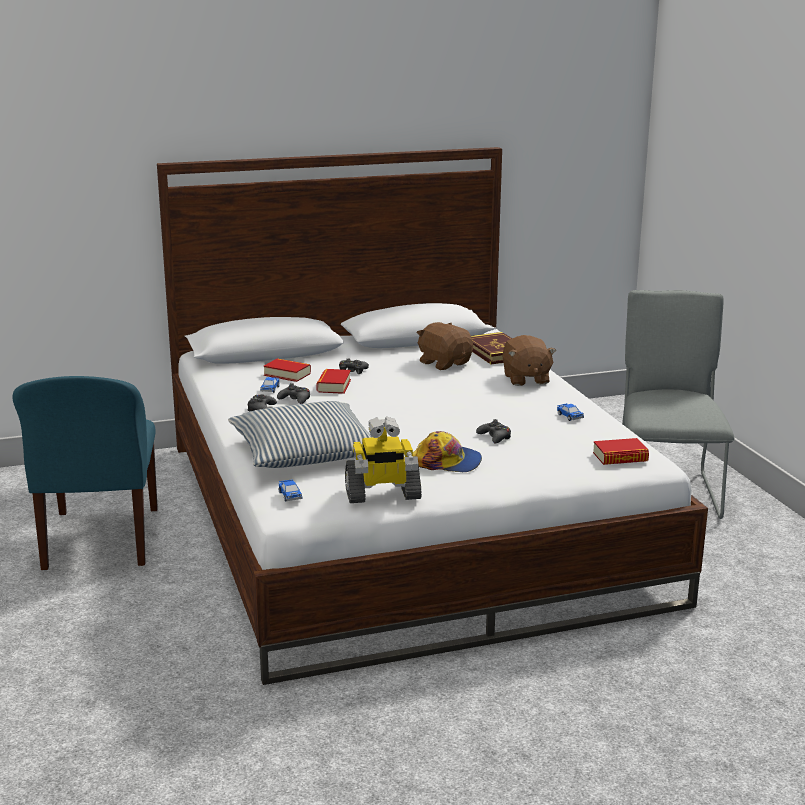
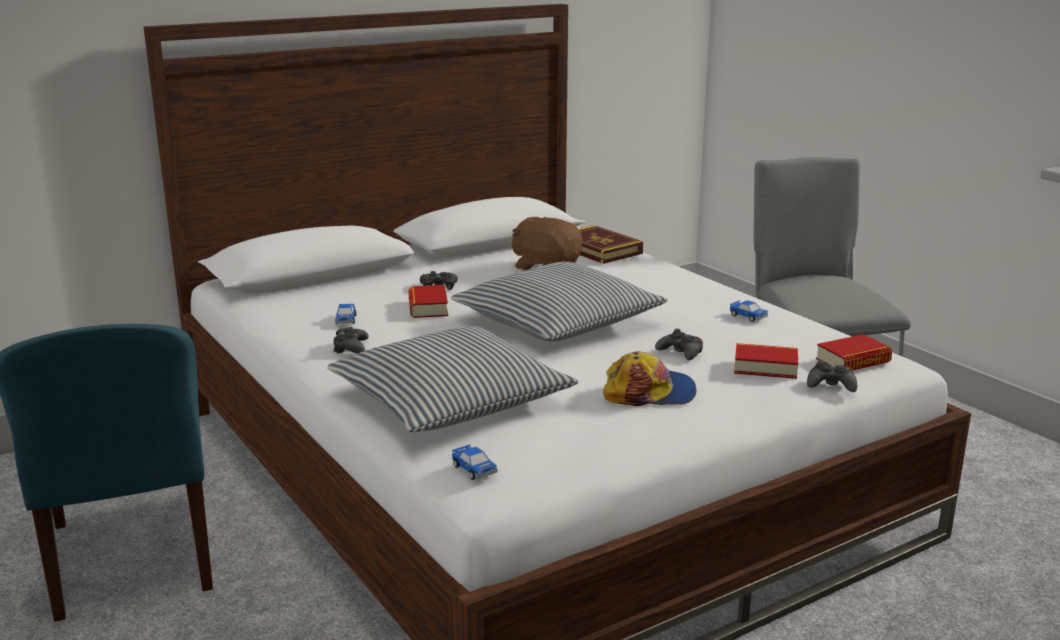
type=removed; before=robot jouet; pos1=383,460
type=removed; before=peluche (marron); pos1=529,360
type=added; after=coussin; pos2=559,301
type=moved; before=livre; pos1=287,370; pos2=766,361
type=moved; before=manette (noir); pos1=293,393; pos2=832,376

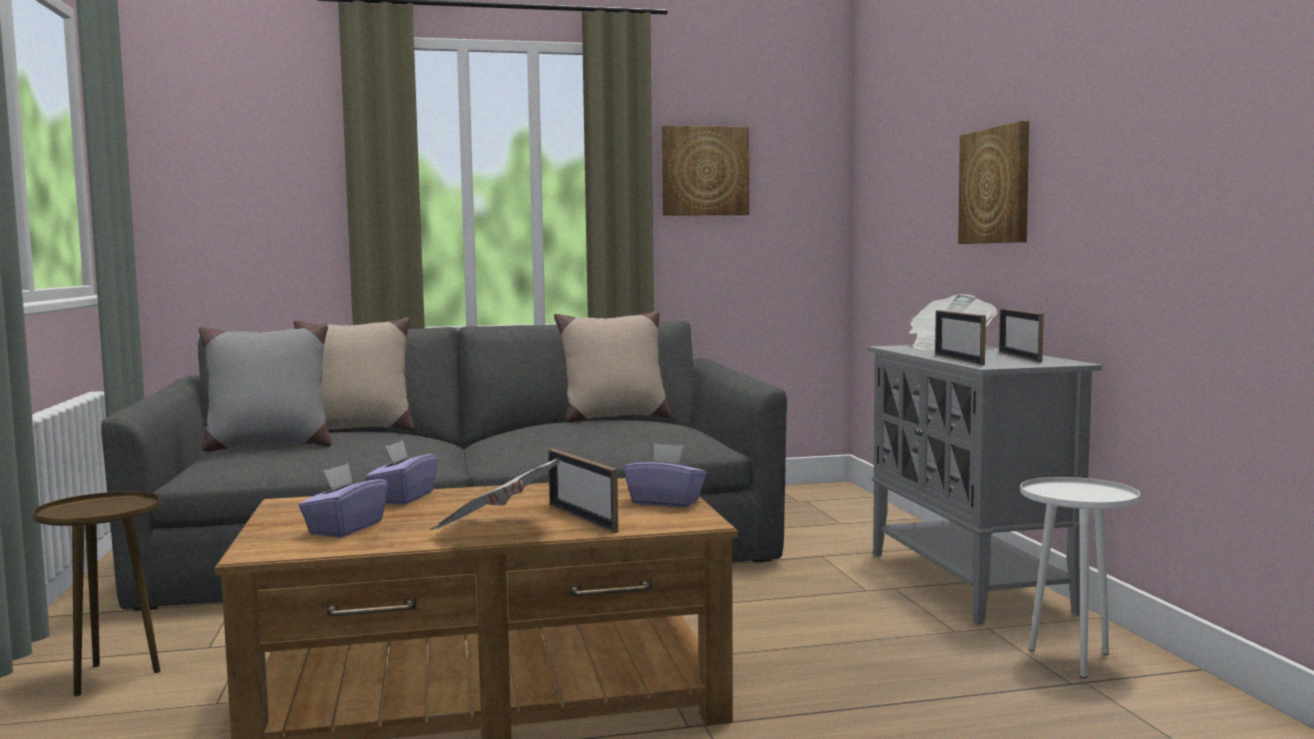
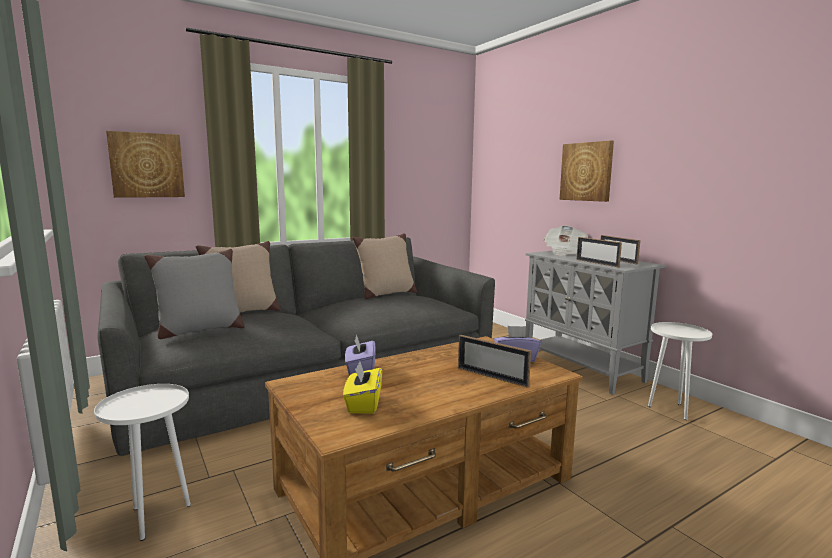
type=removed; before=journal; pos1=495,494
type=moved; before=tableau; pos1=705,171; pos2=145,164
type=recoloured; before=table d'appoint (marron); after=table d'appoint (blanc); pos1=97,593; pos2=142,462
type=recoloured; before=boîte à mouchoirs (violet); after=boîte à mouchoirs (jaune); pos1=343,500; pos2=362,388

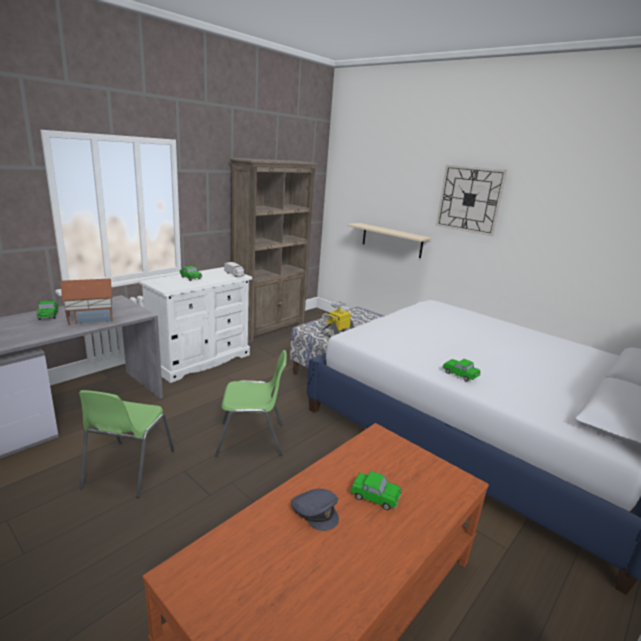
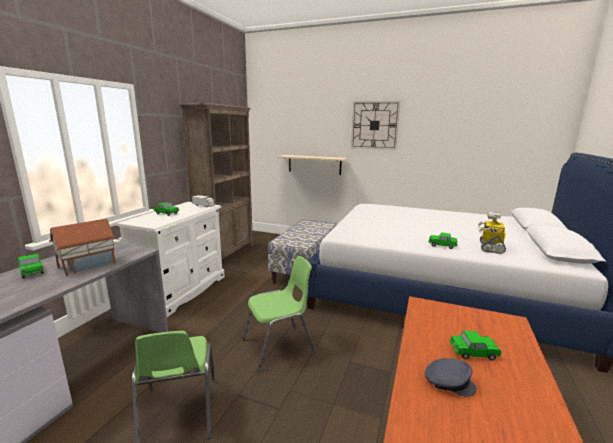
type=moved; before=robot jouet; pos1=338,319; pos2=492,232

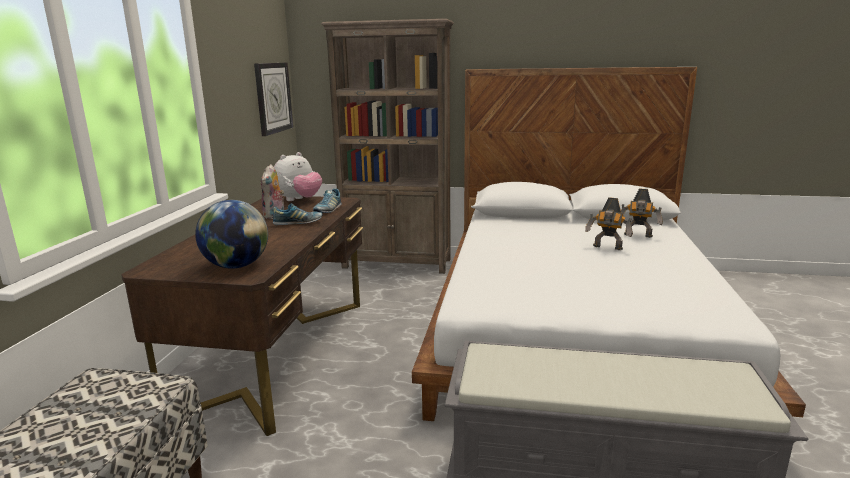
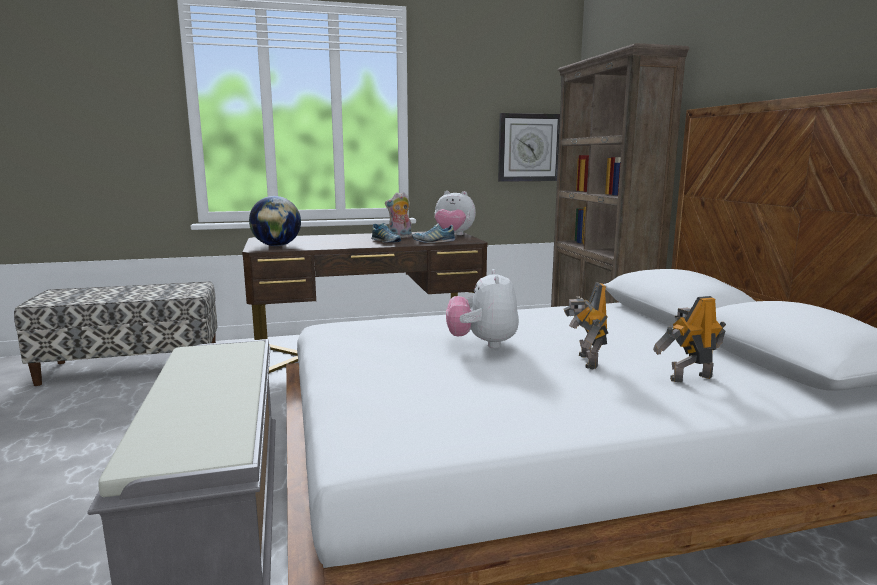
type=added; after=peluche; pos2=482,308
type=turned; before=robot jouet; pos1=642,213; pos2=689,339; turn=75

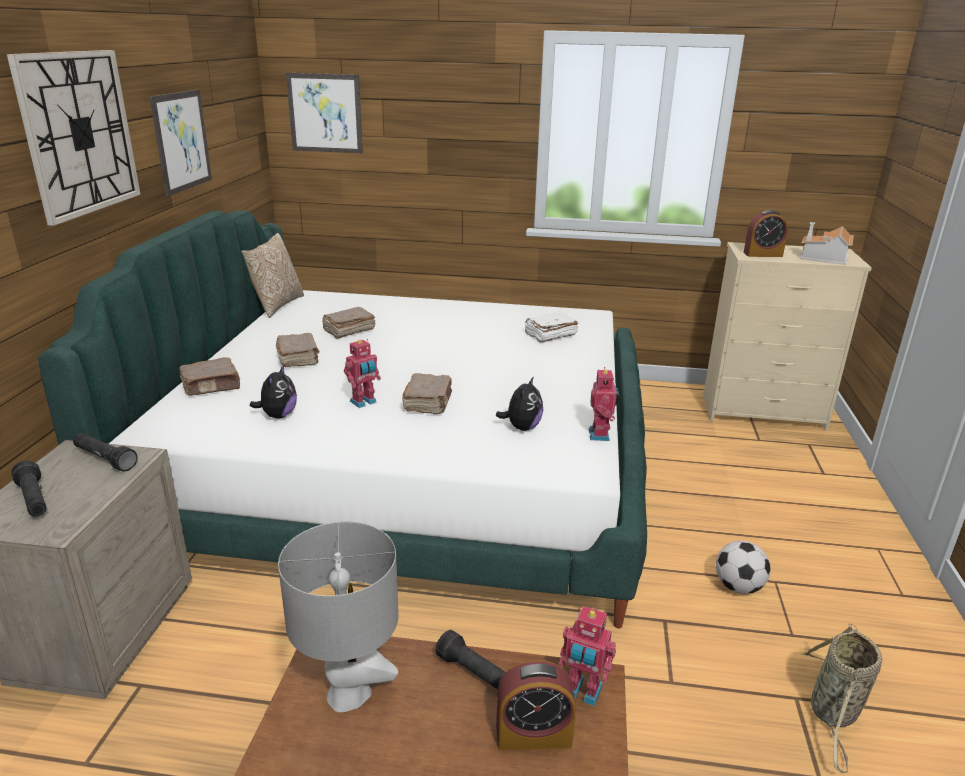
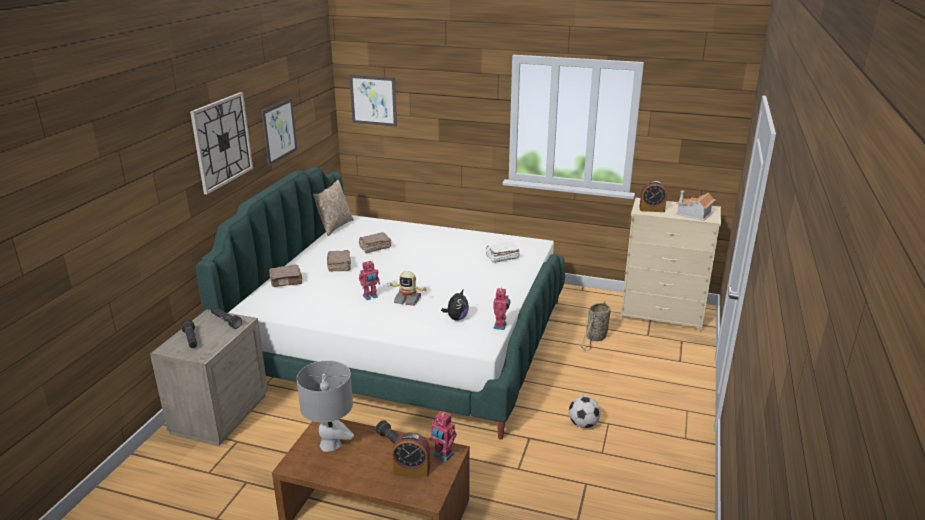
type=removed; before=peluche; pos1=273,392
type=moved; before=panier; pos1=842,698; pos2=596,326
type=replaced; before=livre (marron); after=robot jouet; pos1=427,393; pos2=408,288

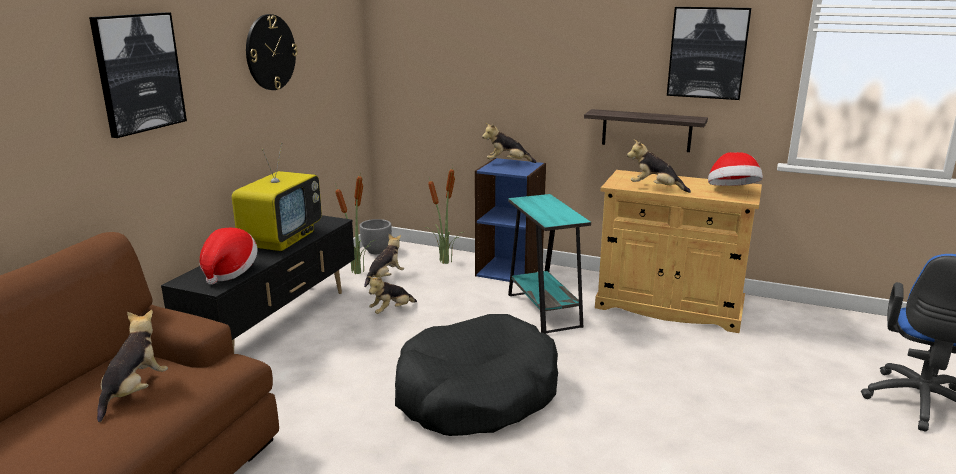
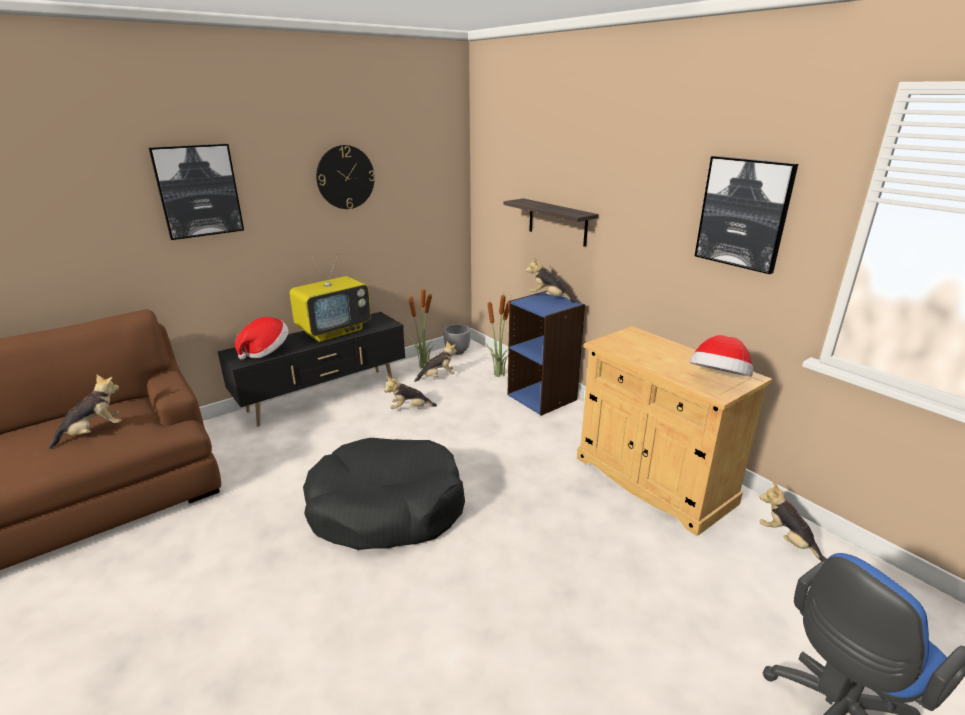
type=removed; before=table d'appoint (turquoise); pos1=549,264
type=moved; before=étagère; pos1=646,130; pos2=550,222
type=moved; before=peluche; pos1=659,166; pos2=793,521

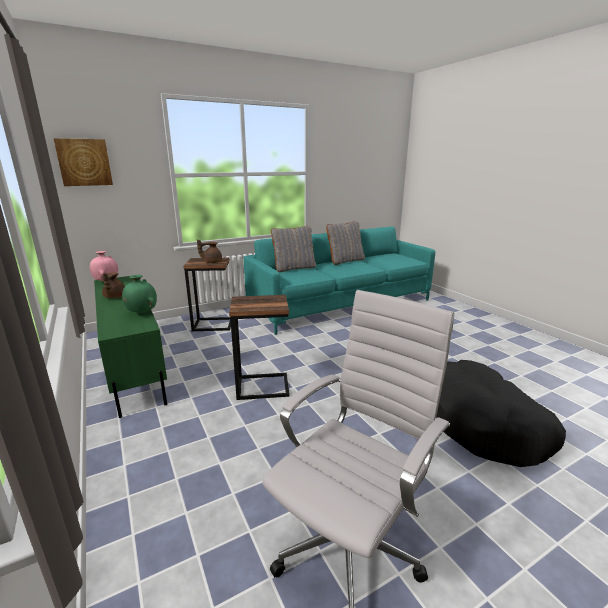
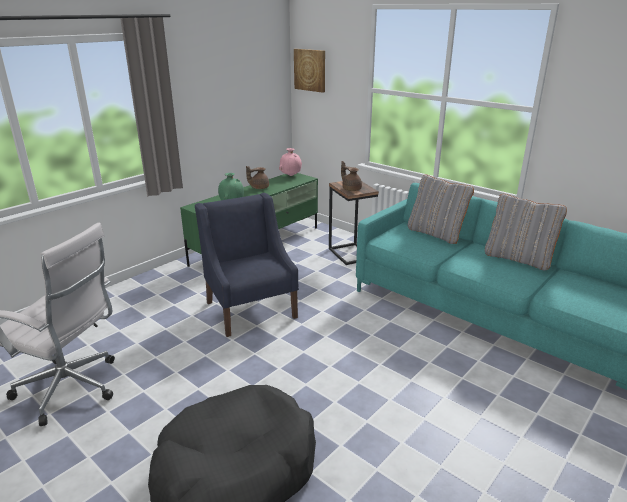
type=replaced; before=table d'appoint; after=fauteuil (bleu); pos1=259,347; pos2=247,265

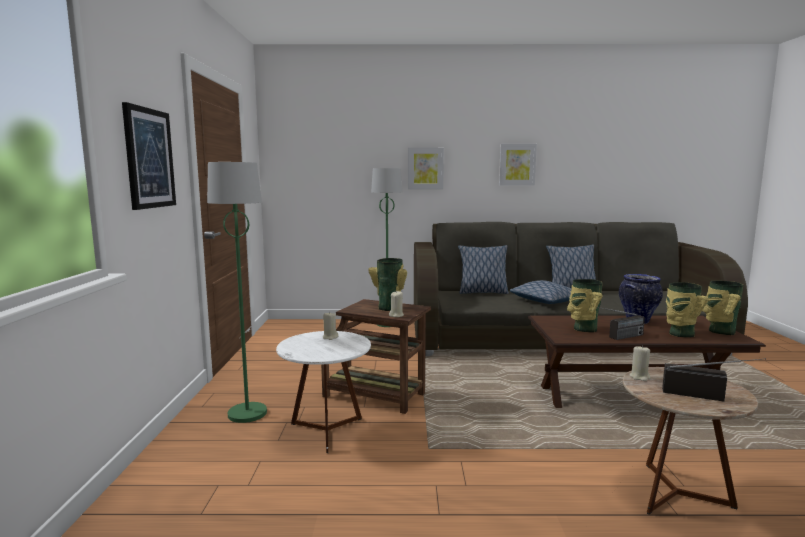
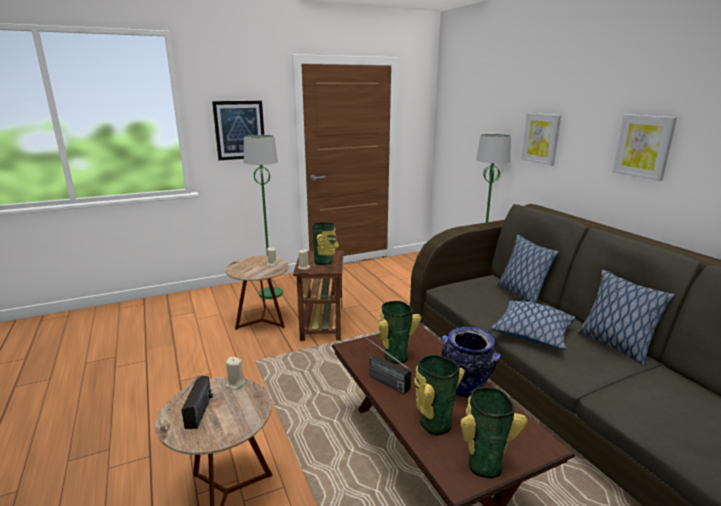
type=recoloured; before=table d'appoint (blanc); after=table d'appoint (marron); pos1=323,392; pos2=257,293

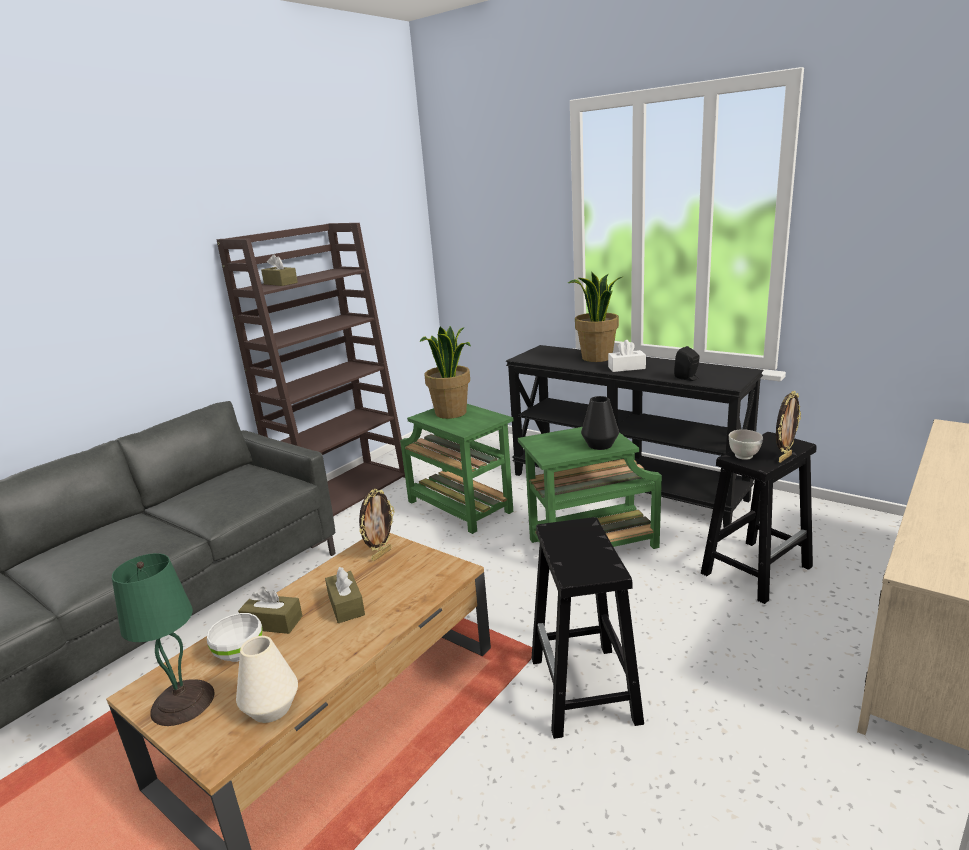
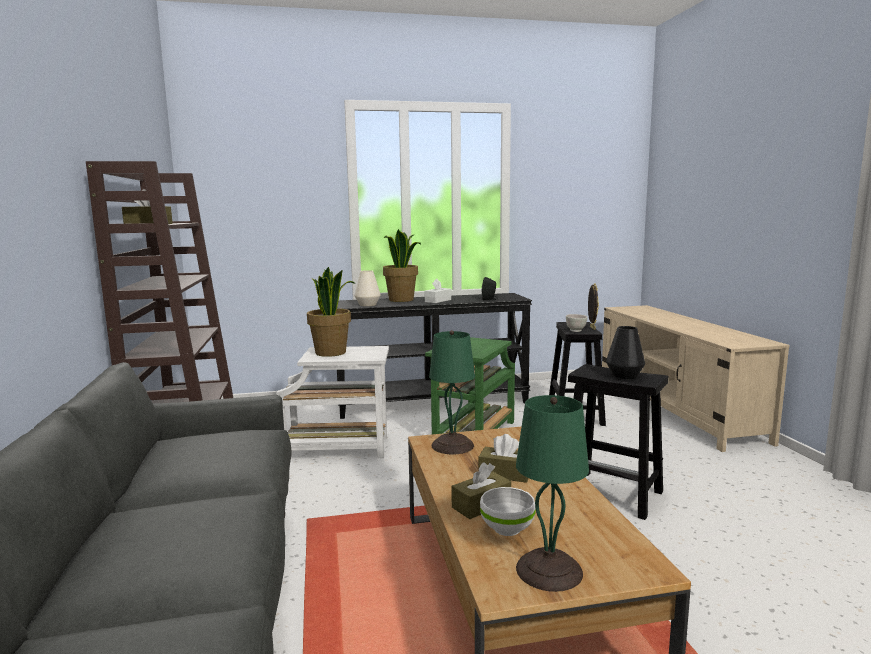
type=moved; before=vase (blanc); pos1=267,679; pos2=368,288
type=moved; before=vase (noir); pos1=600,423; pos2=625,352
type=replaced; before=cadre photo; after=lampe de table (vert); pos1=377,525; pos2=452,392
type=recoloured; before=table d'appoint (vert); after=table d'appoint (blanc); pos1=457,469; pos2=332,402

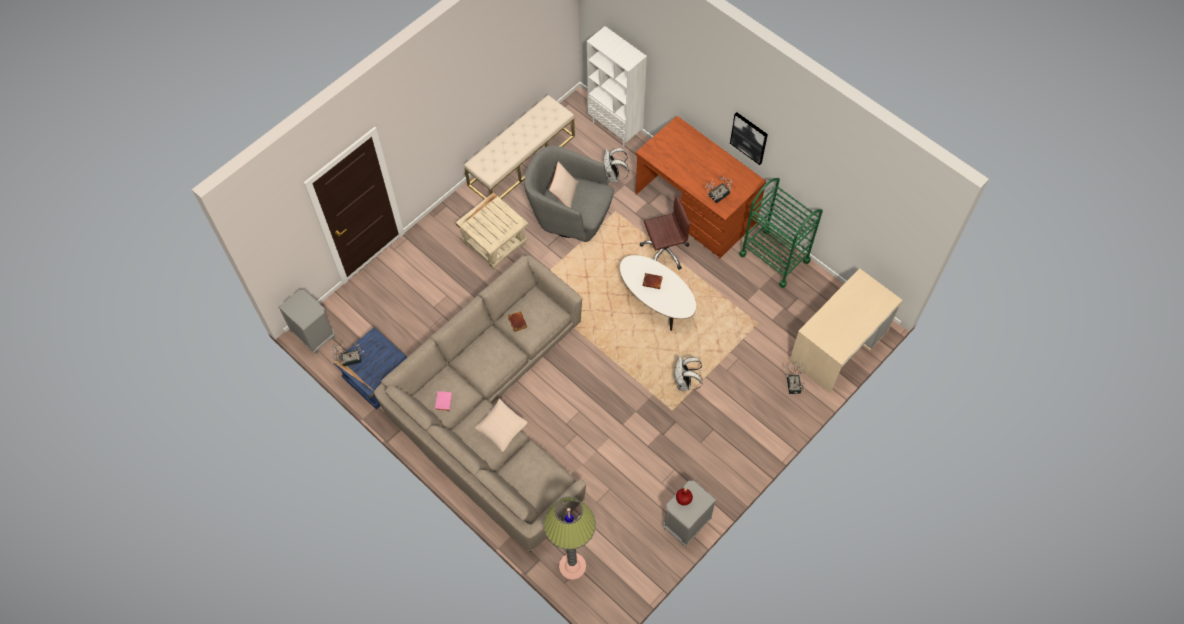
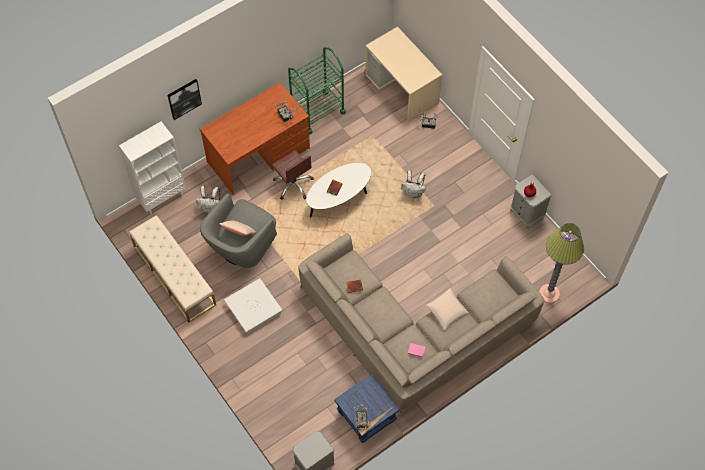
type=moved; before=tableau; pos1=749,138; pos2=184,99
type=replaced; before=table d'appoint (beige); after=boîte de rangement (blanc); pos1=492,231; pos2=253,306
type=turned; before=chaise de bureau (marron); pos1=665,232; pos2=293,175; turn=150

